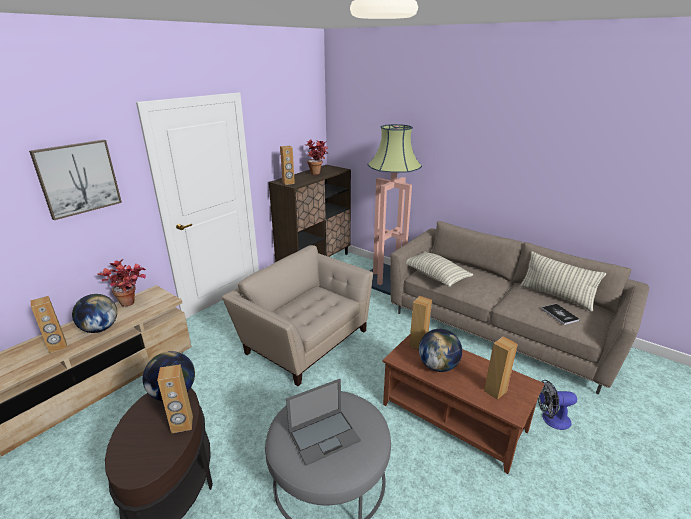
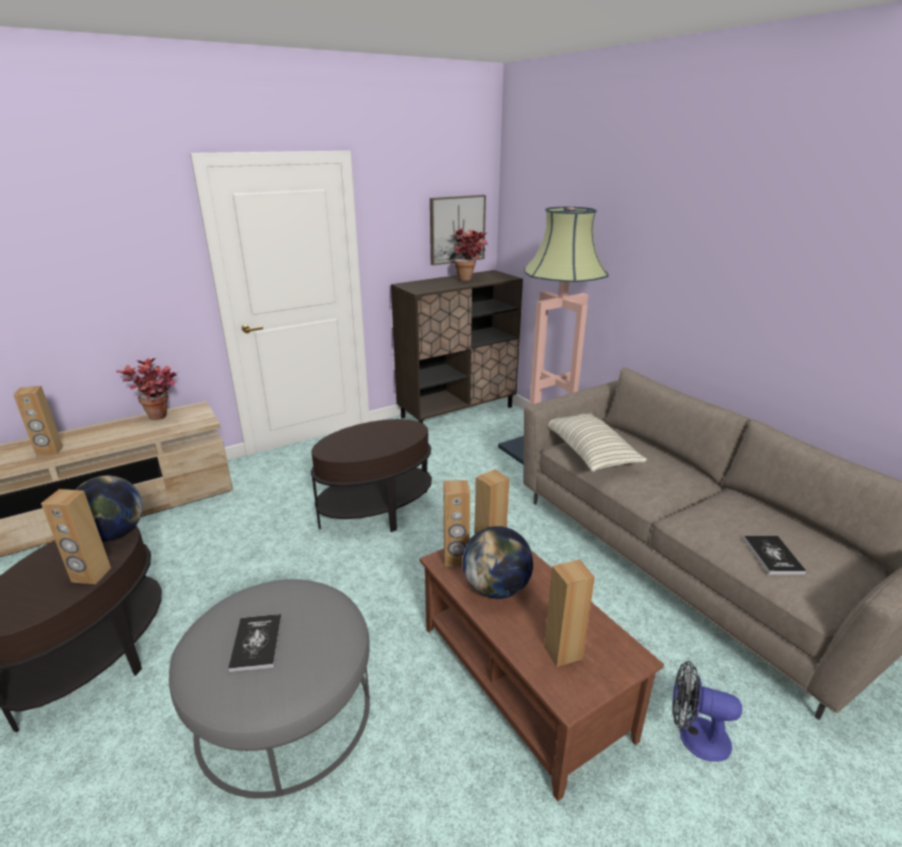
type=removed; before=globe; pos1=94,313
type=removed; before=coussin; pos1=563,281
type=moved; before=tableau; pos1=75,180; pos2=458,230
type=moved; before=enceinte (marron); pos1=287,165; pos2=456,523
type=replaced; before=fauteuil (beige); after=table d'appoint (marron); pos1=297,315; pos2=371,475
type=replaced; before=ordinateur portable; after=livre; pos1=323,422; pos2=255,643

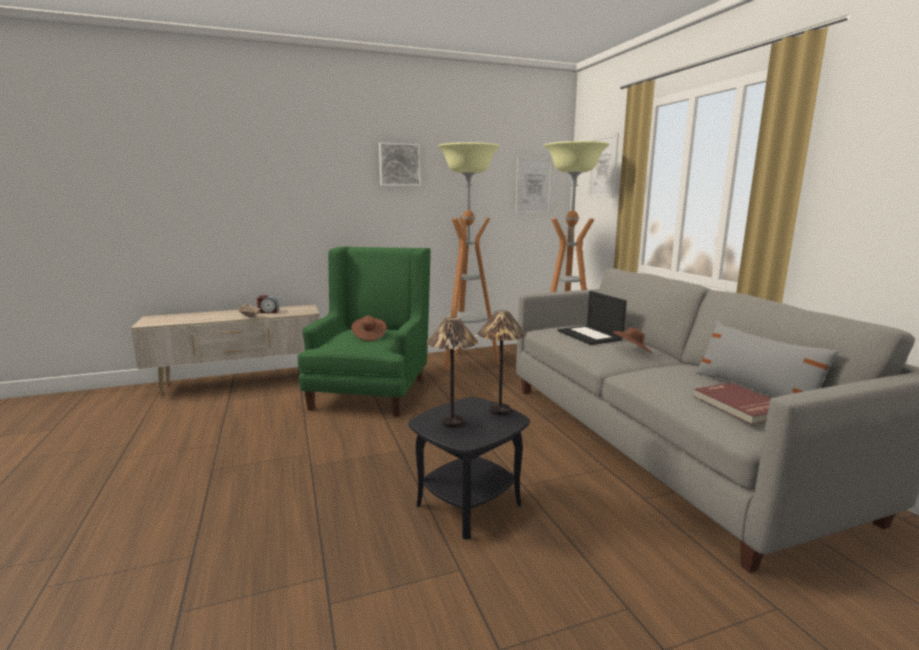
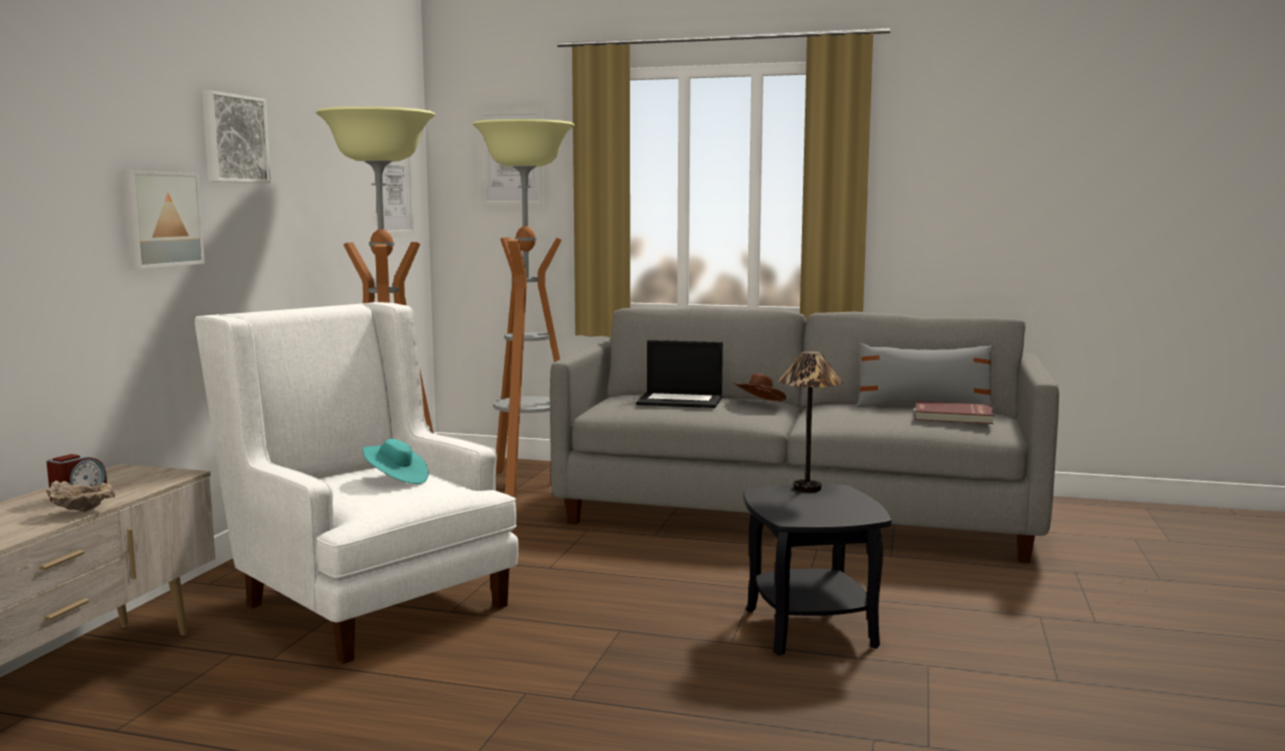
type=removed; before=lampe de table; pos1=452,372
type=added; after=tableau; pos2=163,219
type=recoloured; before=fauteuil (vert); after=fauteuil (blanc); pos1=364,332; pos2=357,483
type=recoloured; before=chapeau (marron); after=chapeau (turquoise); pos1=369,328; pos2=396,461

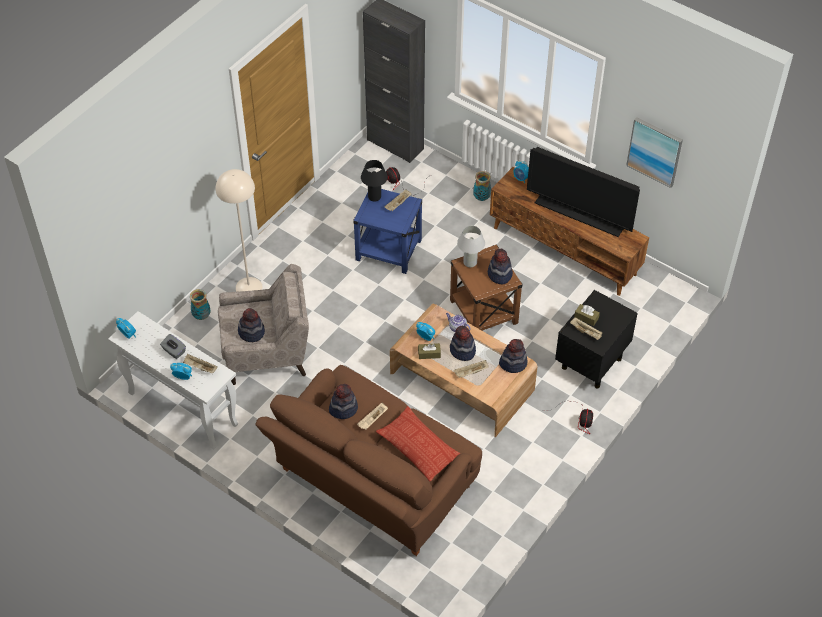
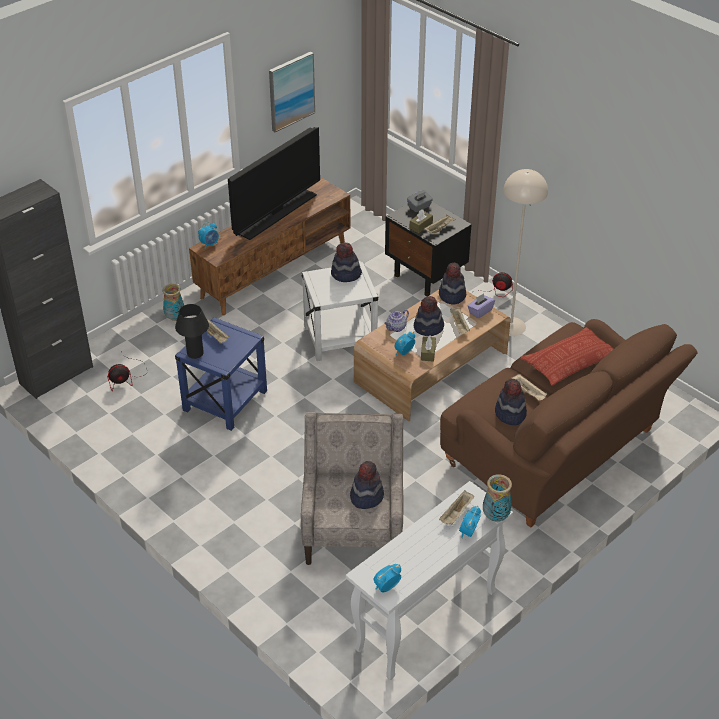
type=removed; before=lampe de table (blanc); pos1=471,246
type=added; after=boîte à mouchoirs (violet); pos2=481,305
type=moved; before=boîte à mouchoirs (gris); pos1=173,346; pos2=420,201
type=moved; before=vase; pos1=200,304; pos2=497,498
type=moved; before=lampadaire (beige); pos1=238,230; pos2=525,252
type=recoloured; before=table d'appoint (marron); after=table d'appoint (blanc); pos1=486,288; pos2=340,311

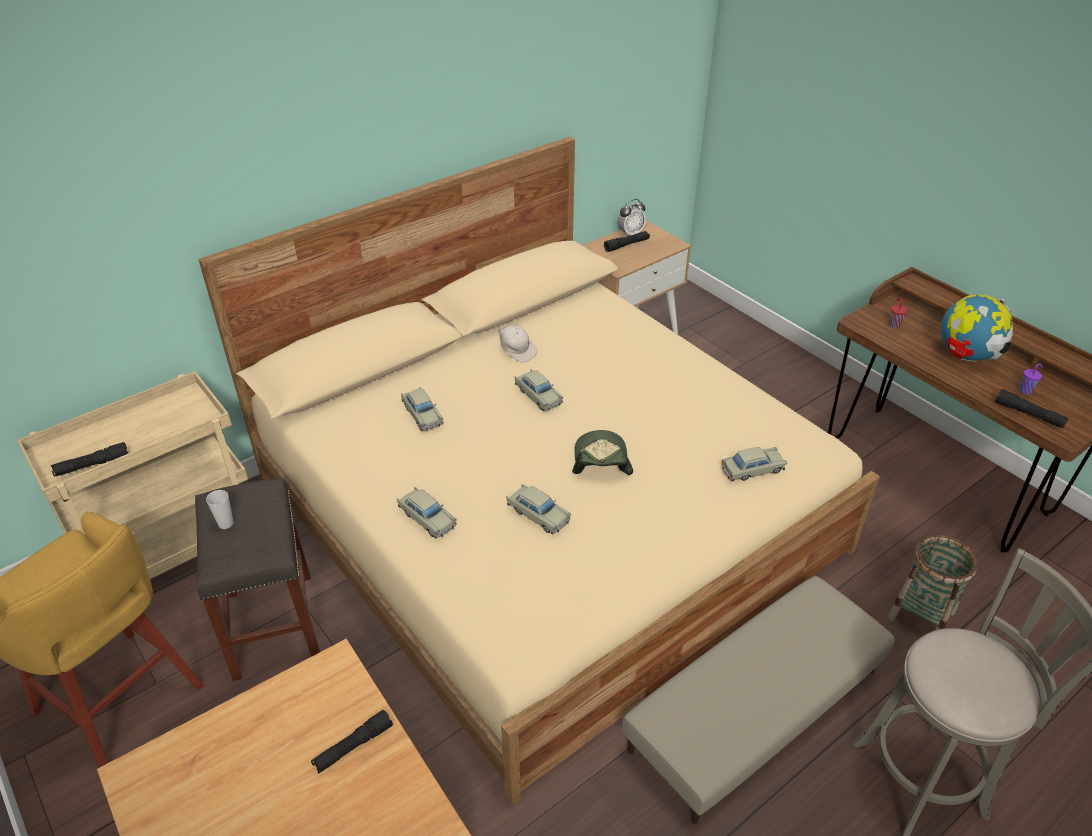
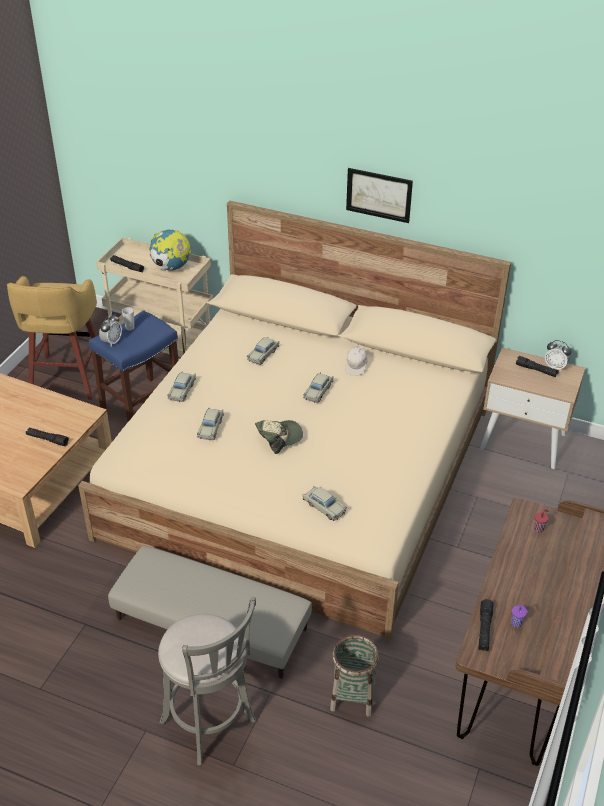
type=added; after=réveil; pos2=110,330
type=added; after=tableau; pos2=379,195
type=moved; before=globe; pos1=977,328; pos2=170,250
type=recoloured; before=tabouret (gris); after=tabouret (bleu); pos1=257,579; pos2=134,366

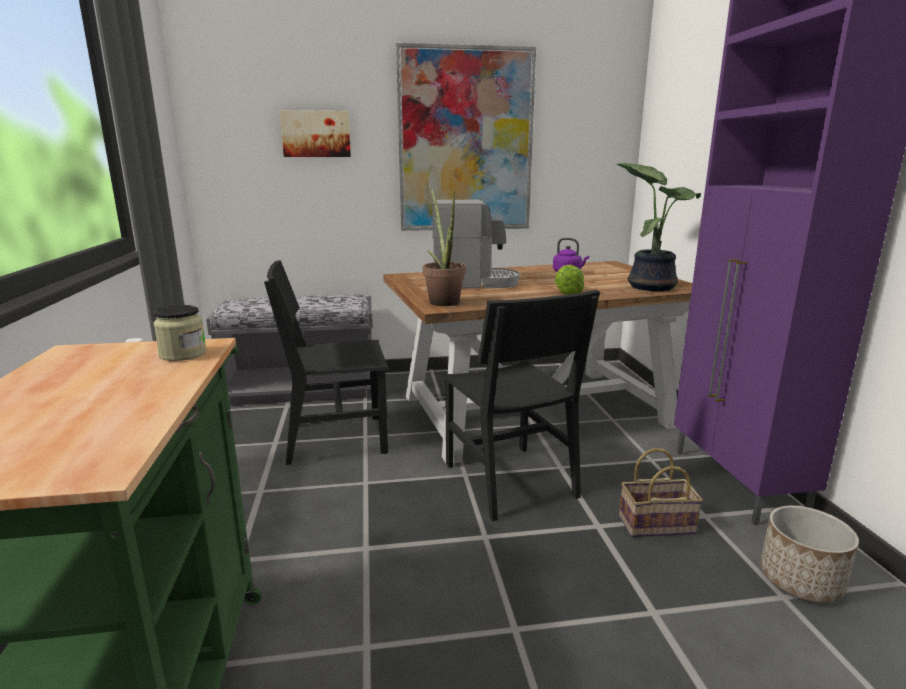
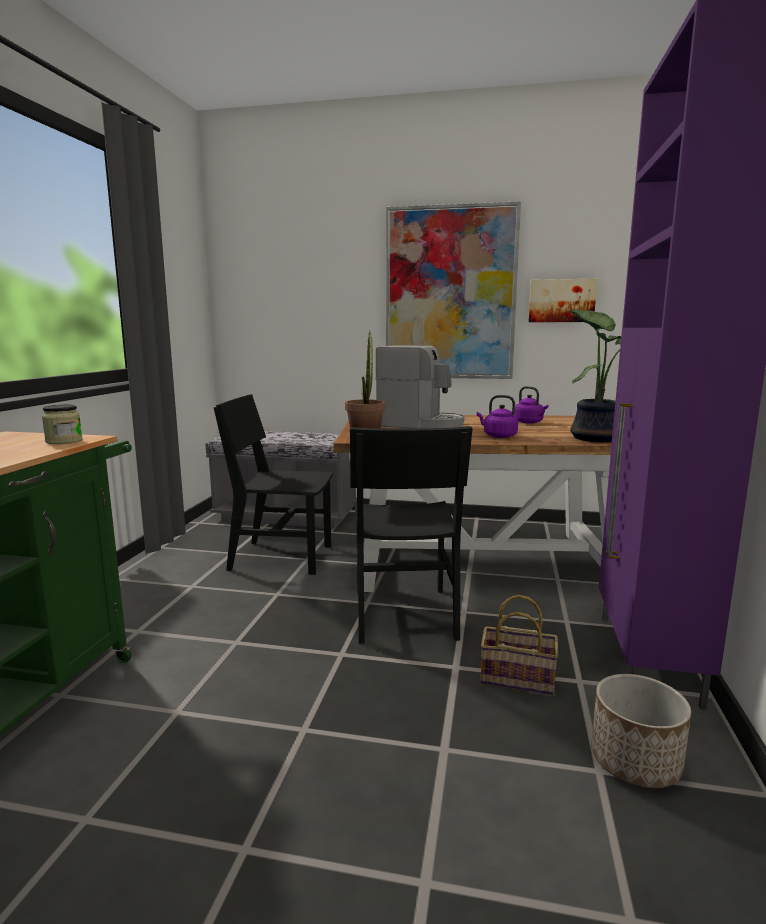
type=moved; before=tableau; pos1=315,133; pos2=562,300
type=replaced; before=laitue; after=bouilloire (violet); pos1=569,280; pos2=497,416

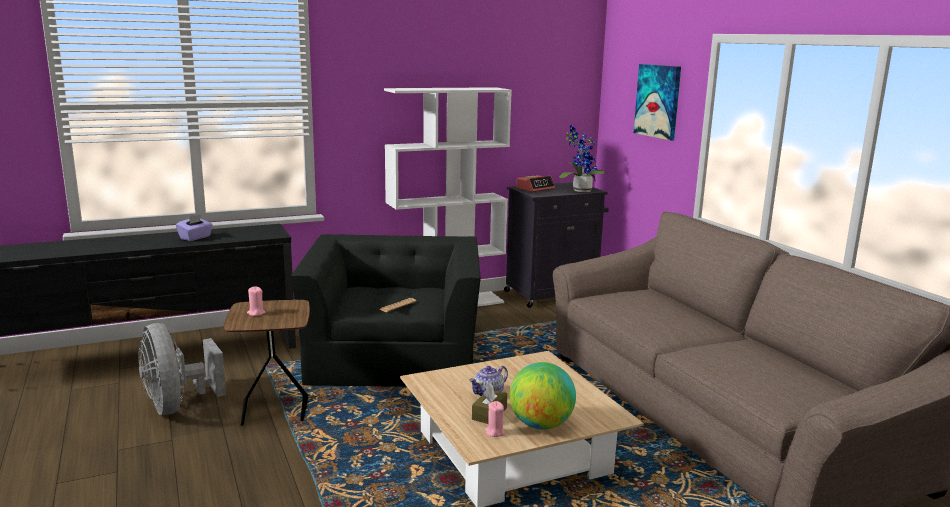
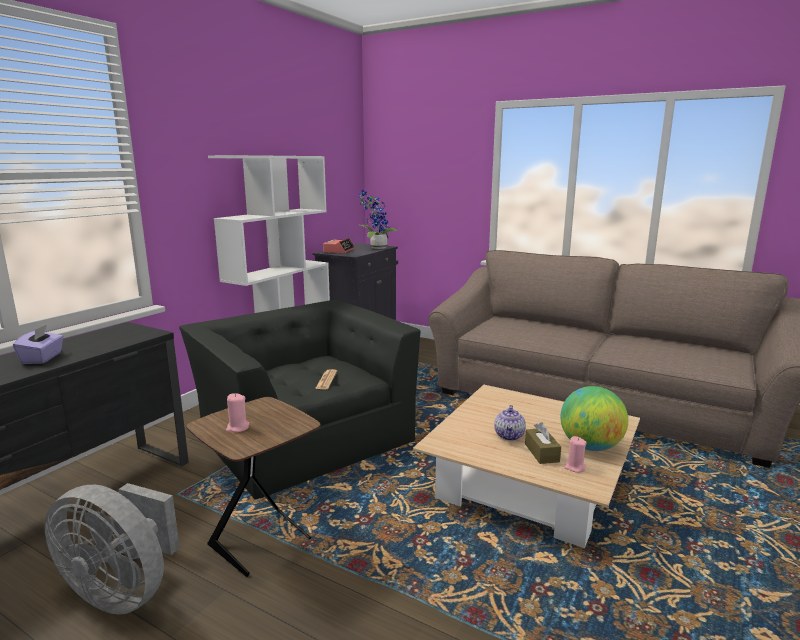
type=removed; before=tableau; pos1=657,102

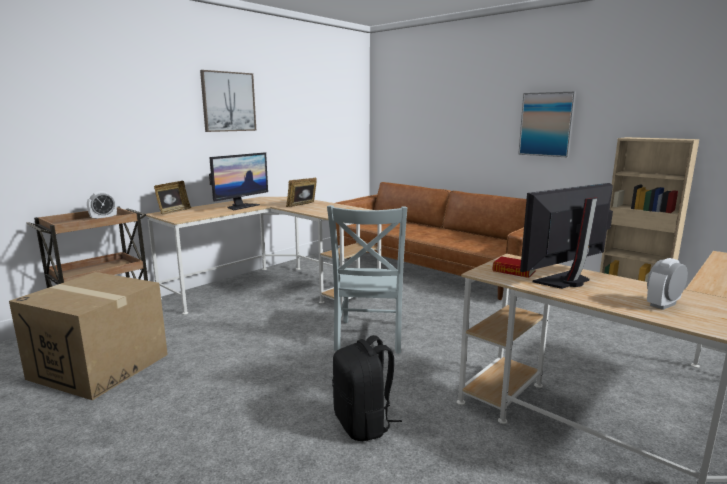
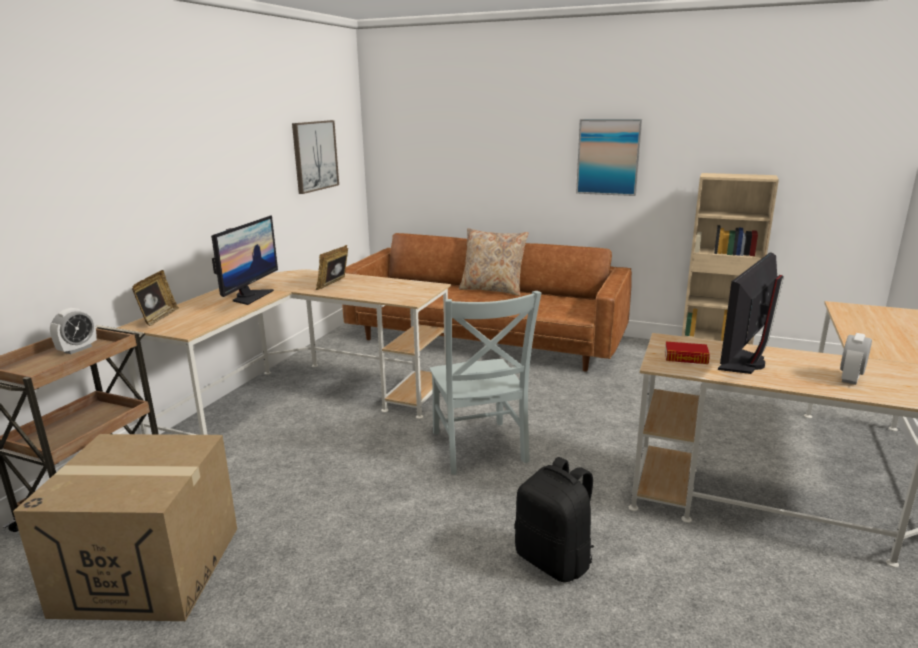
type=added; after=coussin (beige); pos2=494,262
type=moved; before=tableau; pos1=228,101; pos2=315,157

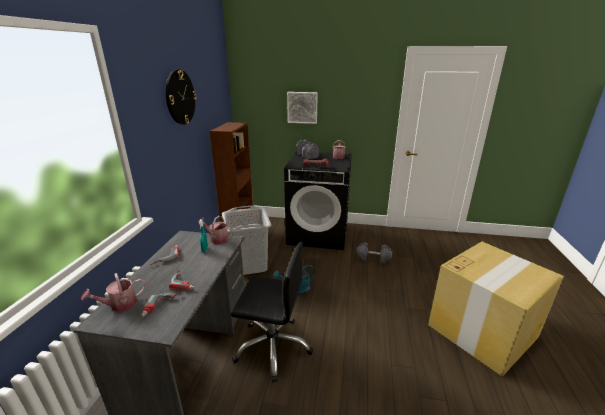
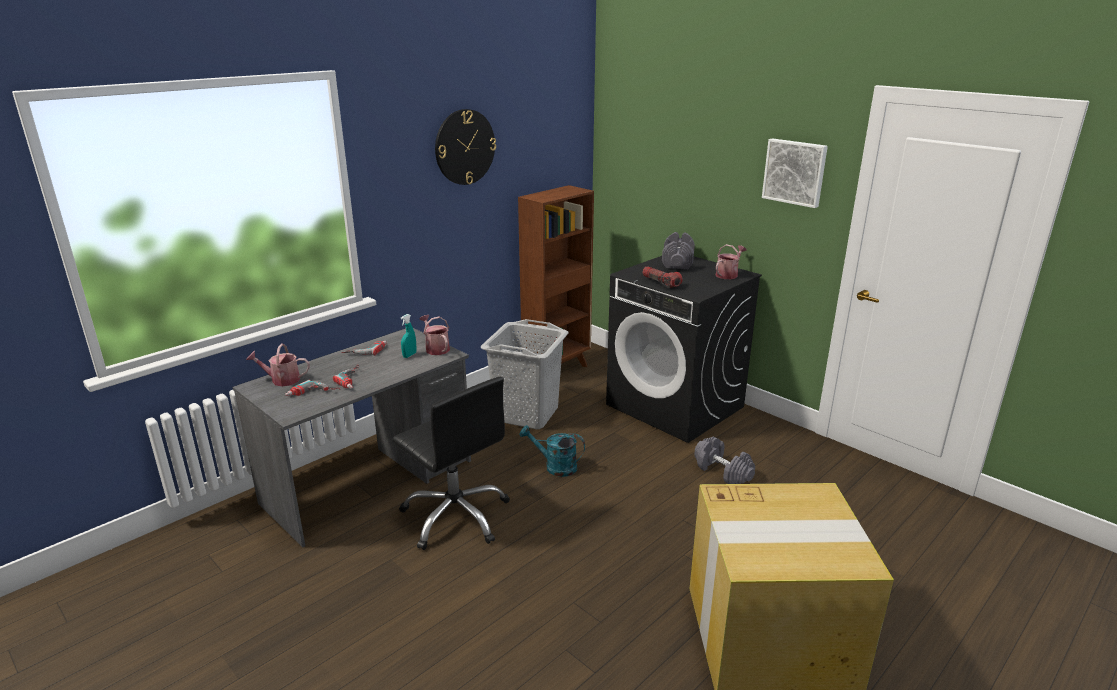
type=moved; before=tableau; pos1=302,108; pos2=795,173

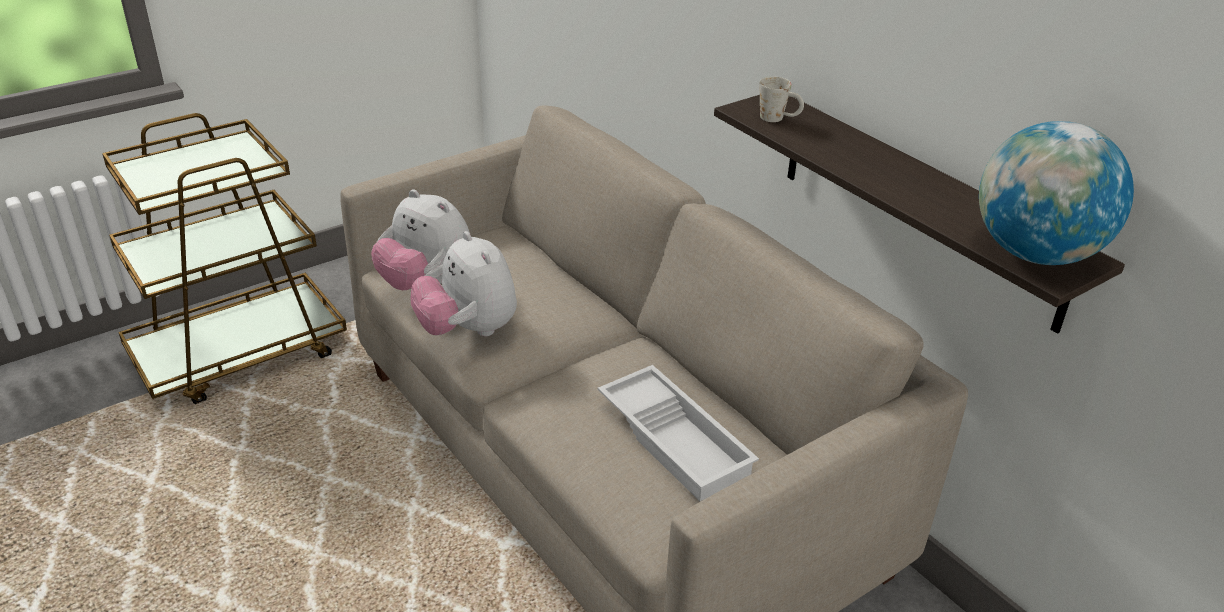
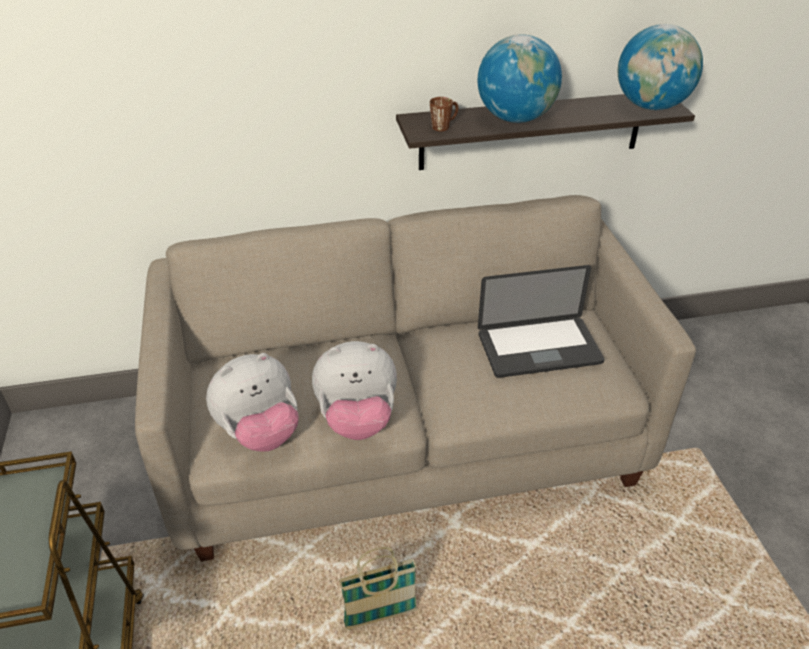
type=added; after=panier; pos2=378,588
type=added; after=globe; pos2=520,78
type=replaced; before=plateau (blanc); after=ordinateur portable; pos1=678,433; pos2=541,321
type=recoloured; before=mug (blanc); after=mug (marron); pos1=781,99; pos2=444,114

